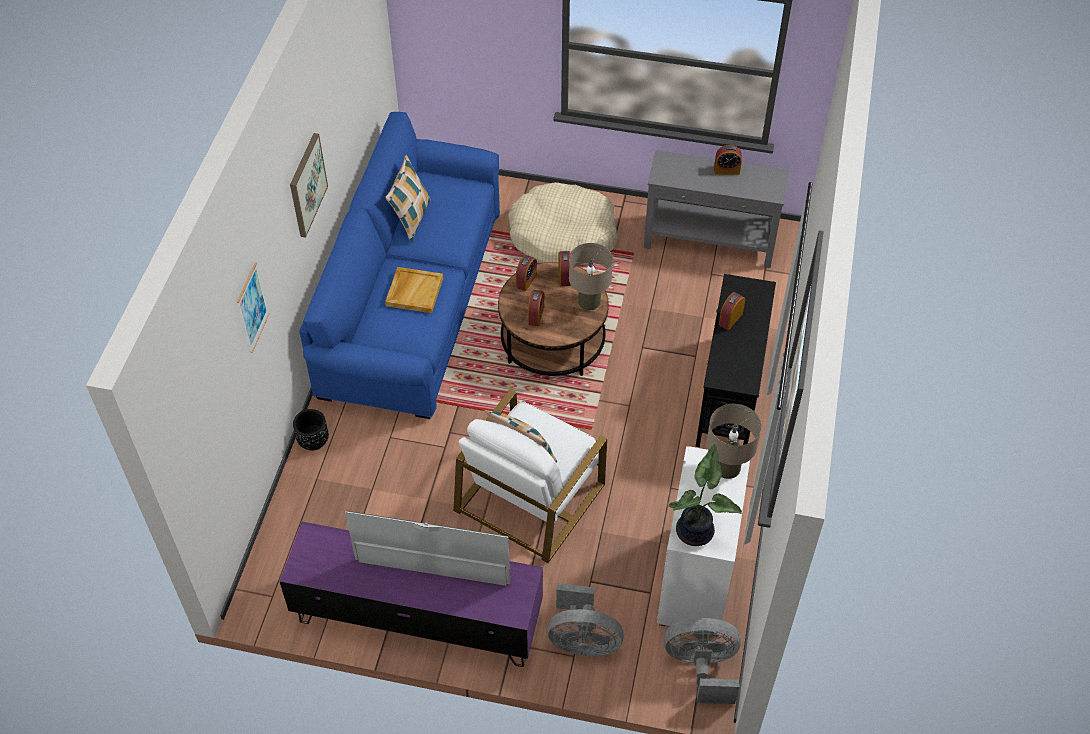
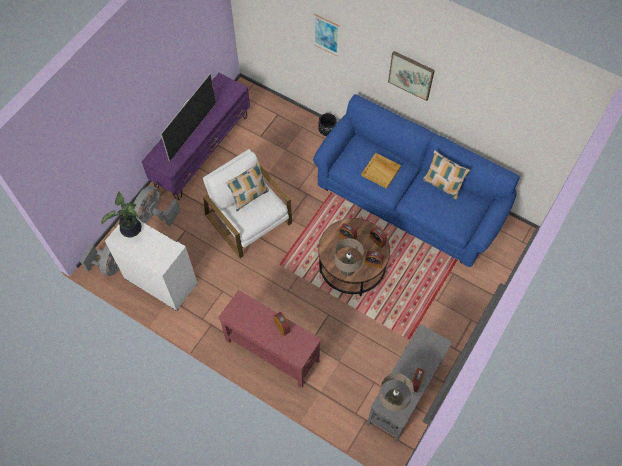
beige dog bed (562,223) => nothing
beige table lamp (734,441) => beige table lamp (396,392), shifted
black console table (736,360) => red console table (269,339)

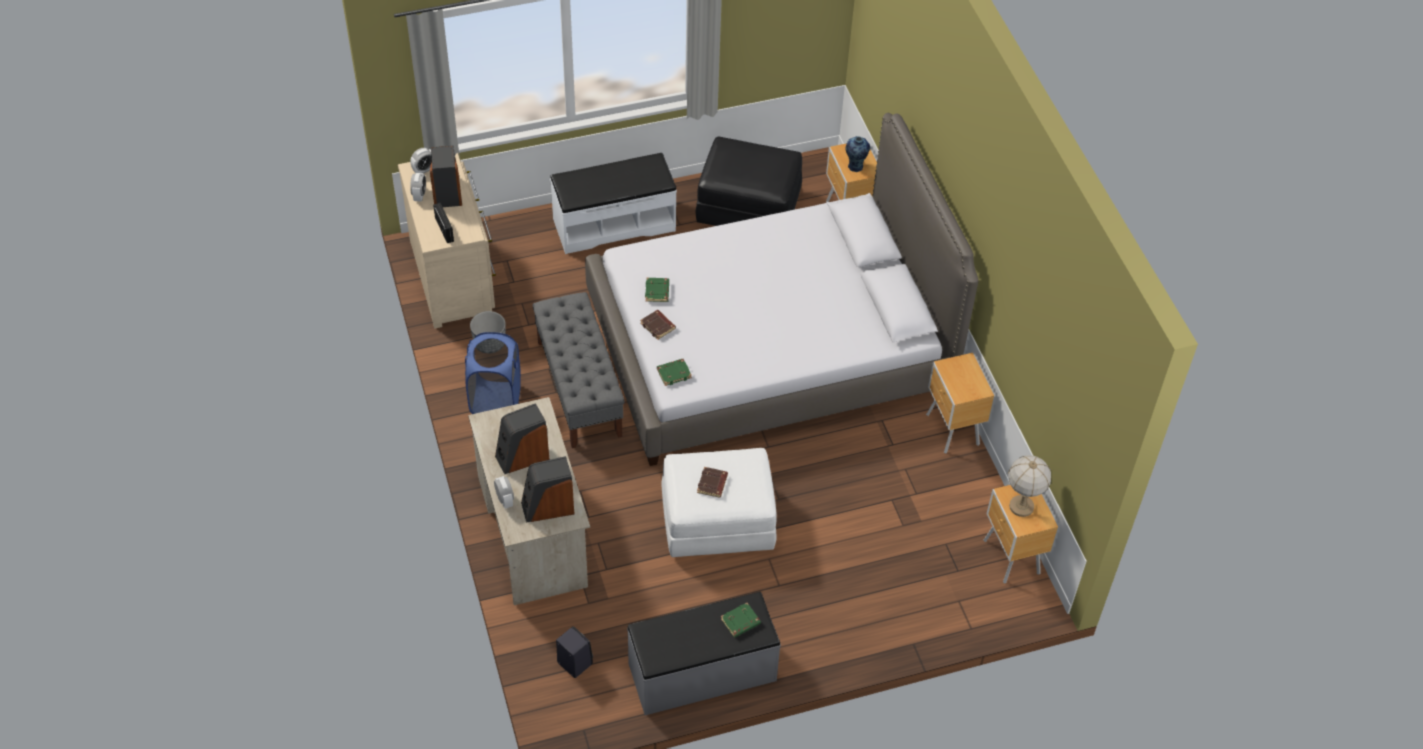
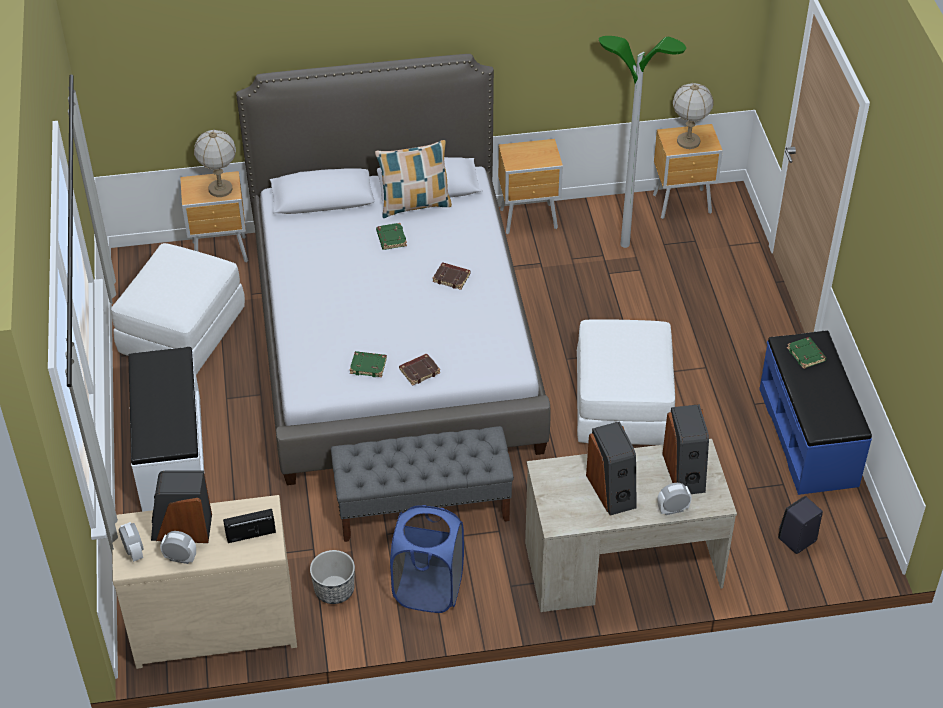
nothing => pillow (413,179)
nothing => floor lamp (642,142)
green book (674,372) => green book (391,236), shifted
brown book (712,482) => brown book (451,276), shifted
vase (857,154) => table lamp (215,163)
grey bench (704,653) => blue bench (815,412)
black ottoman (748,181) => white ottoman (178,309)

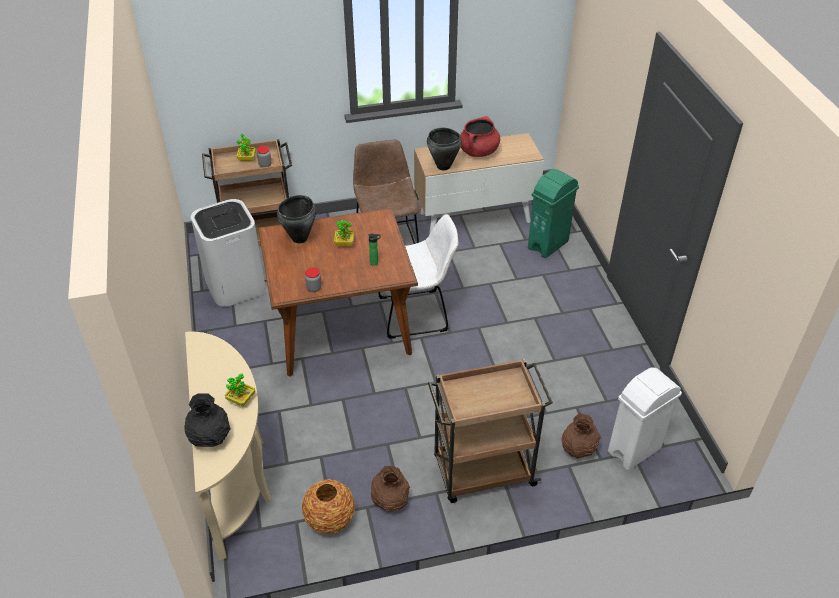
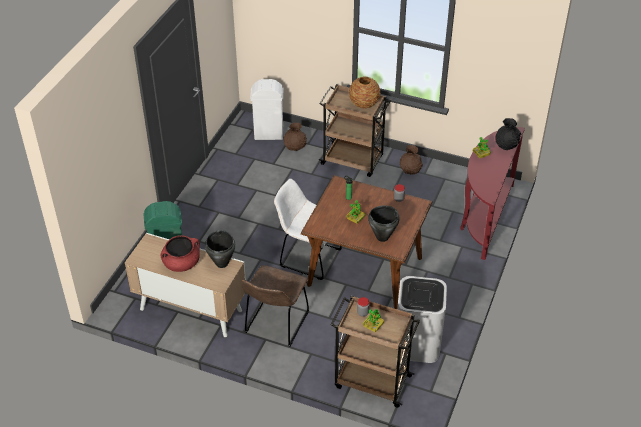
vase (328,506) => vase (364,92), shifted
beige console table (228,446) => red console table (492,193)

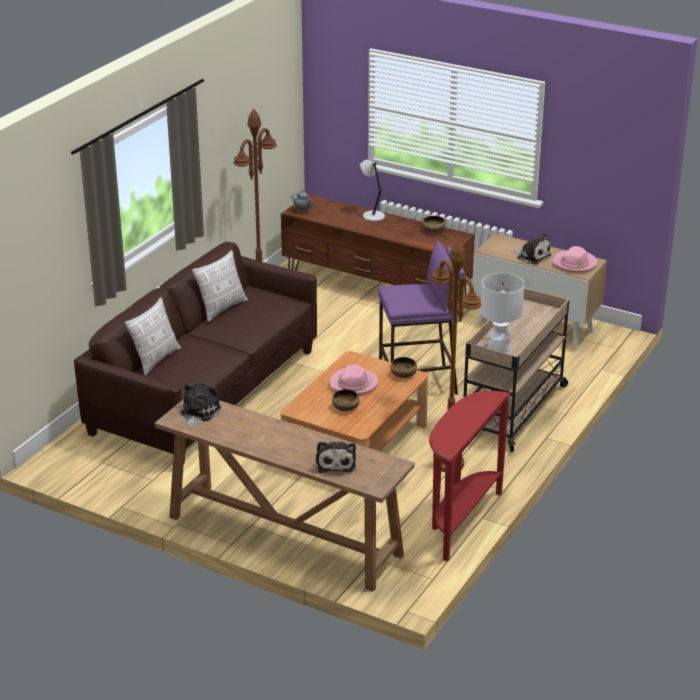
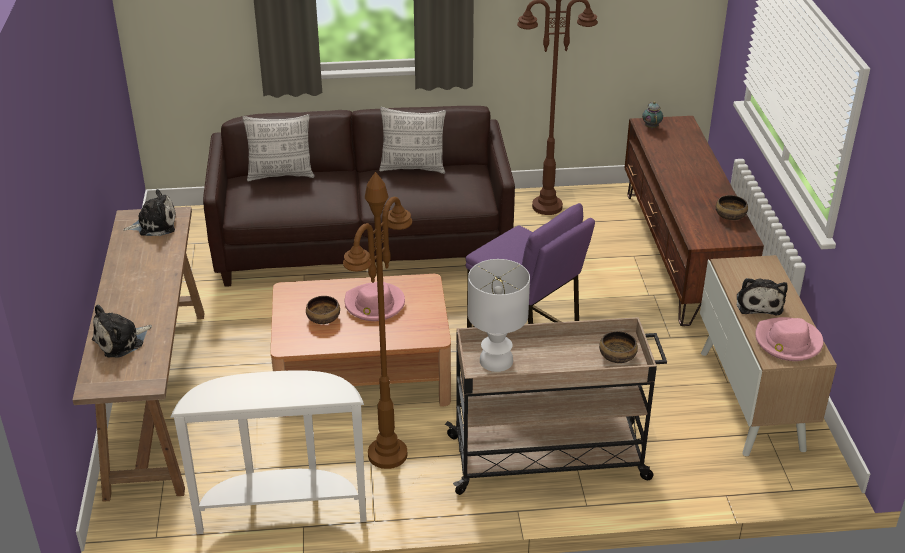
grey table lamp (373,190) => nothing
bowl (403,367) => bowl (618,347), shifted
red console table (469,476) => white console table (269,452)

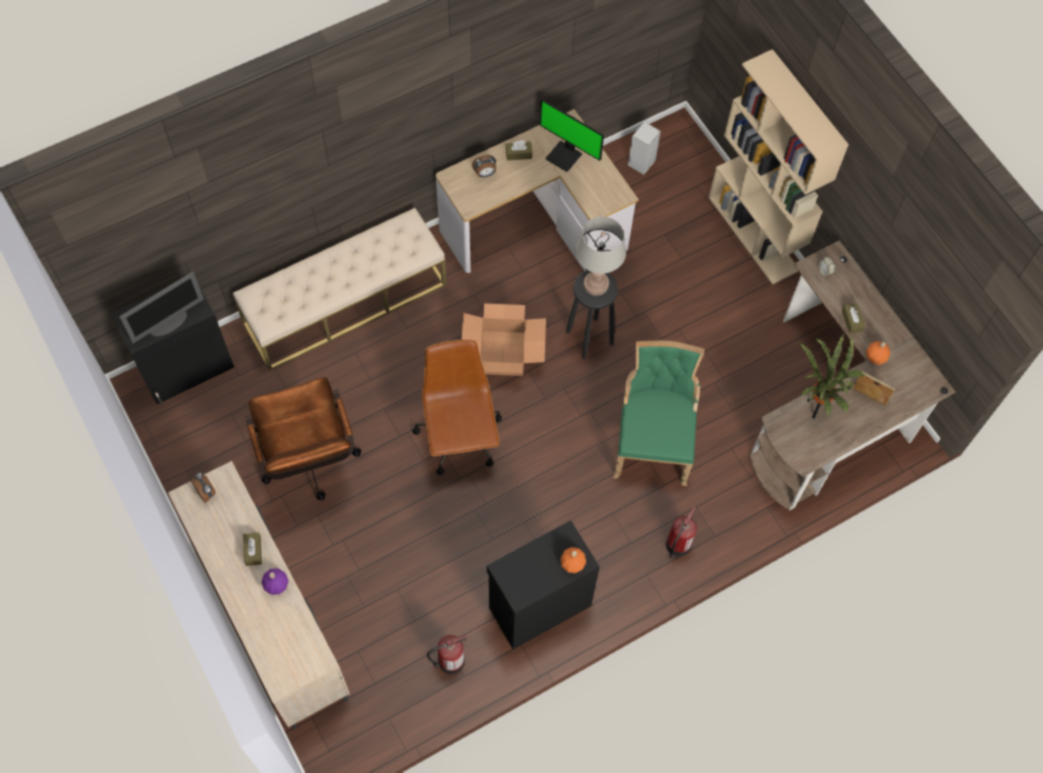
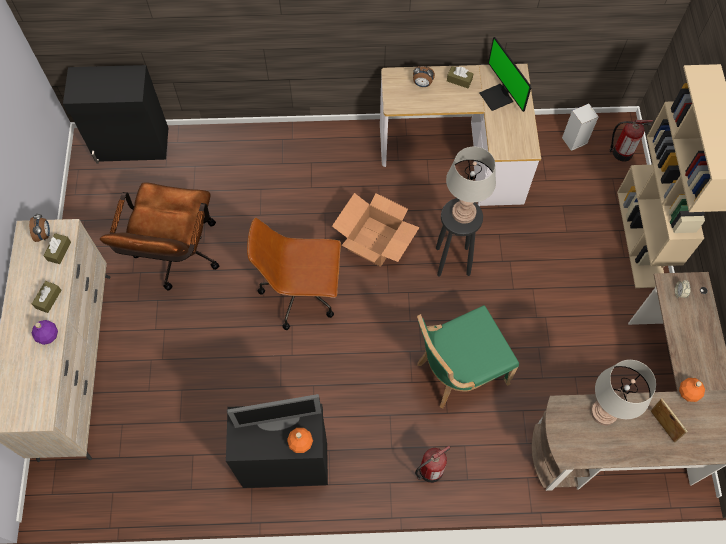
beige bench (339,289) => nothing
monitor (161,307) => monitor (274,412), shifted
fire extinguisher (447,654) => fire extinguisher (631,141), shifted
brown tissue box (853,318) => brown tissue box (57,248), shifted
potted plant (832,376) => grey table lamp (623,393)
brown office chair (457,407) => brown office chair (294,274), 105 degrees counterclockwise
green chair (658,413) => green chair (468,356), 150 degrees counterclockwise

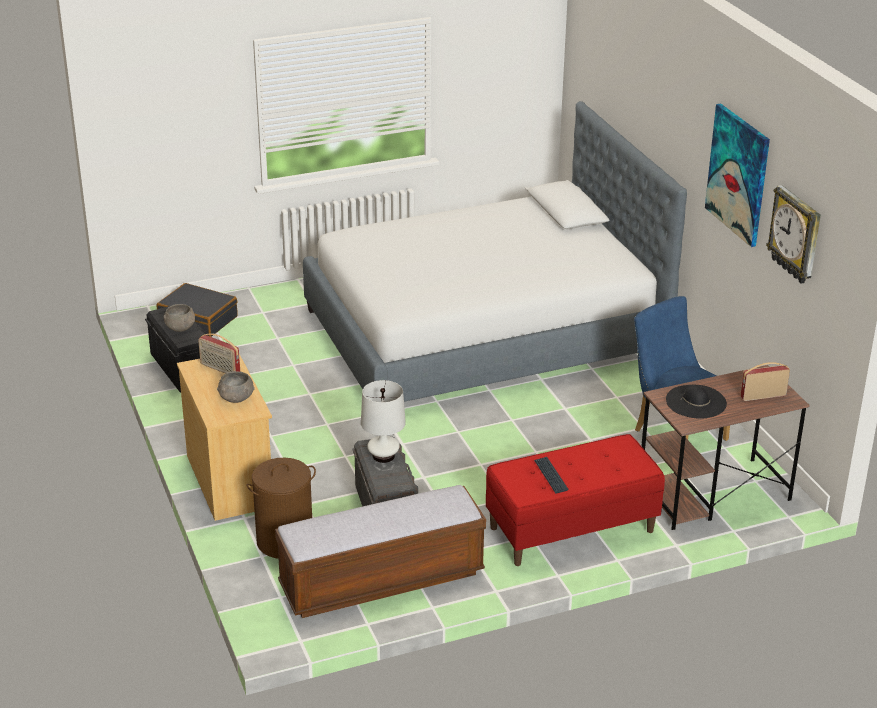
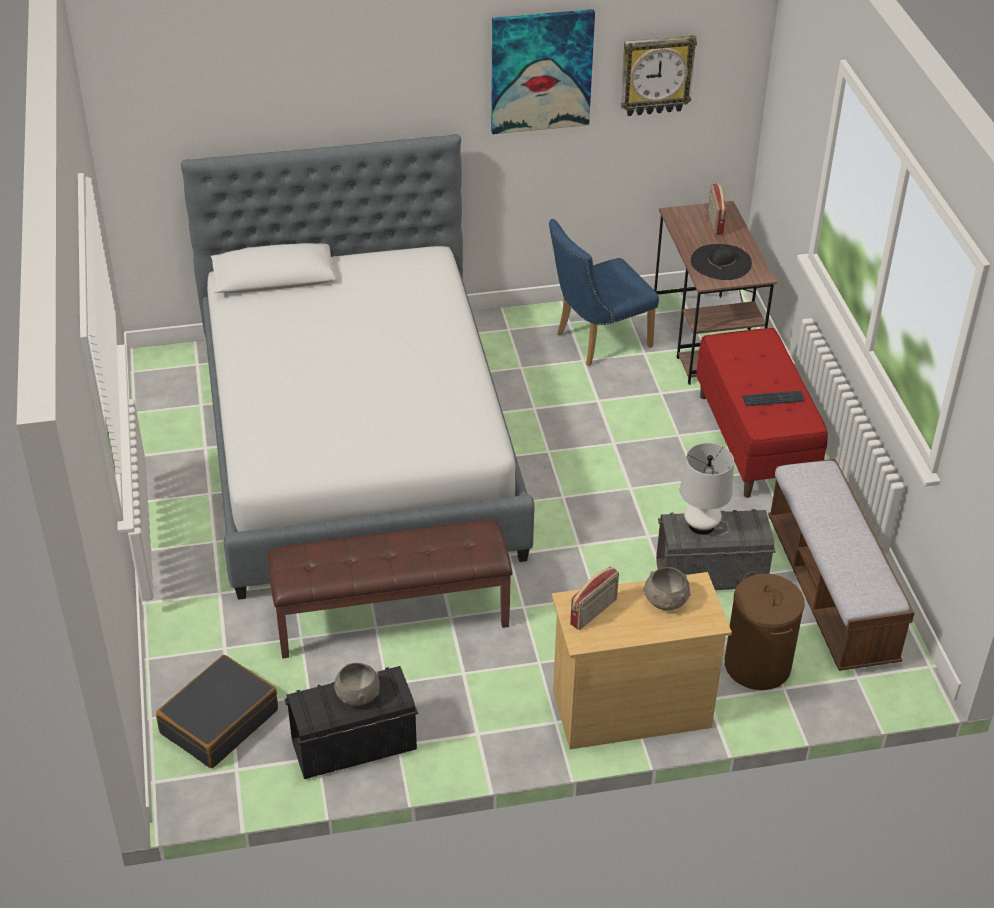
nothing => brown bench (390,589)

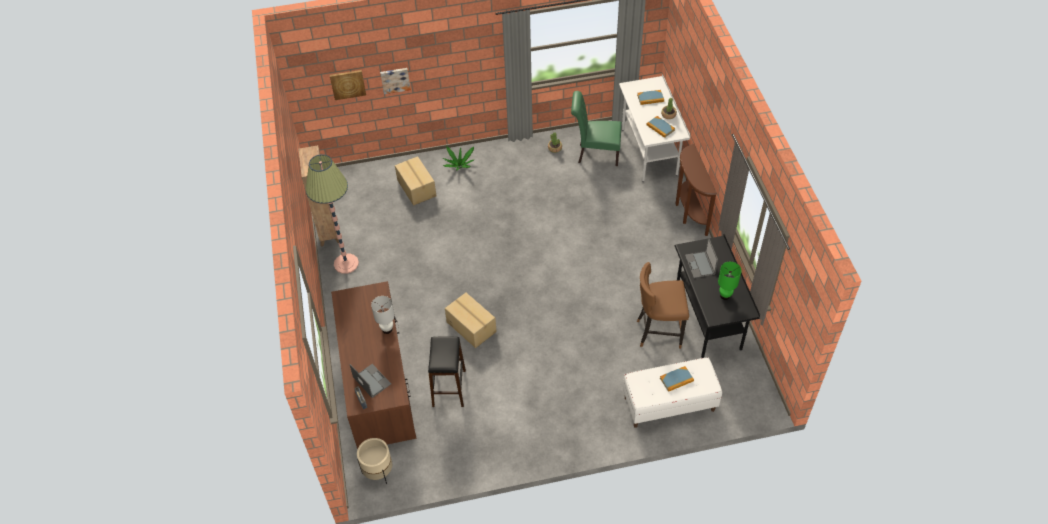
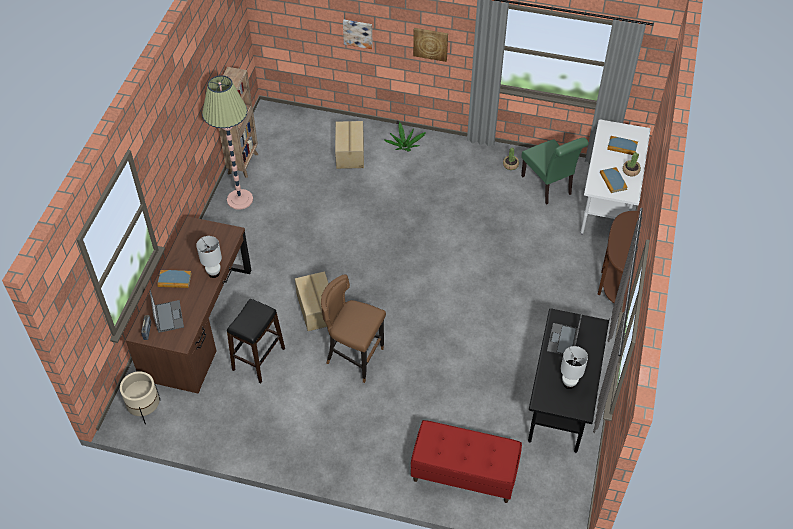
picture (348,85) => picture (430,45), shifted
brown stool (663,305) => brown stool (353,329), shifted
book (677,379) => book (174,279), shifted
white bench (672,392) => red bench (466,461)
green table lamp (730,281) => white table lamp (574,367)
green chair (596,128) => green chair (555,171), 150 degrees counterclockwise

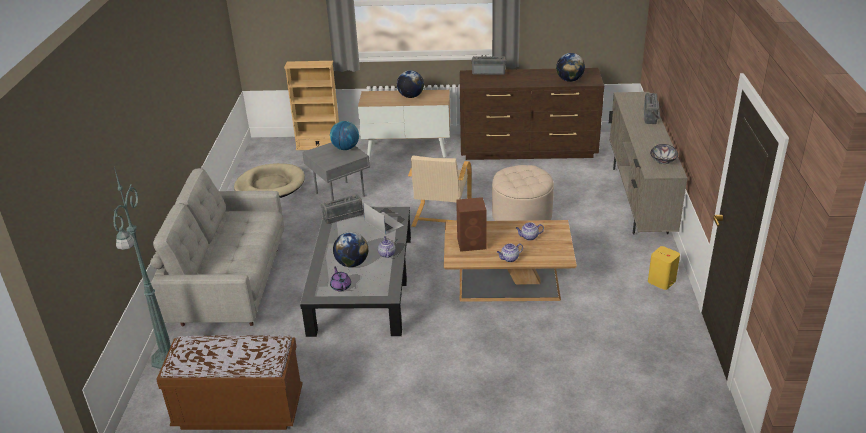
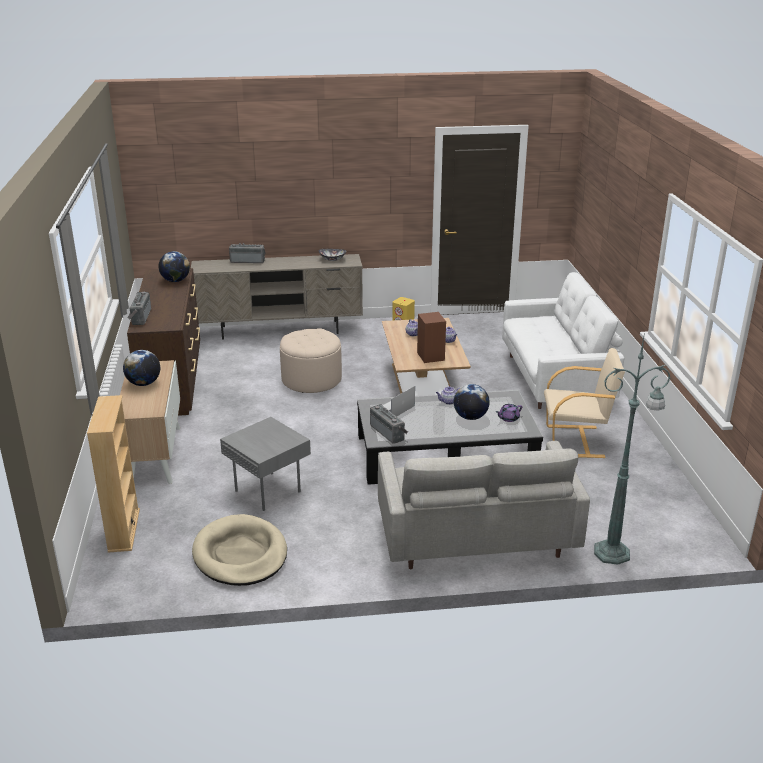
brown bench (229,383) => nothing
globe (344,135) => nothing
nothing => white sofa (563,340)
beige armchair (440,191) => beige armchair (584,403), shifted

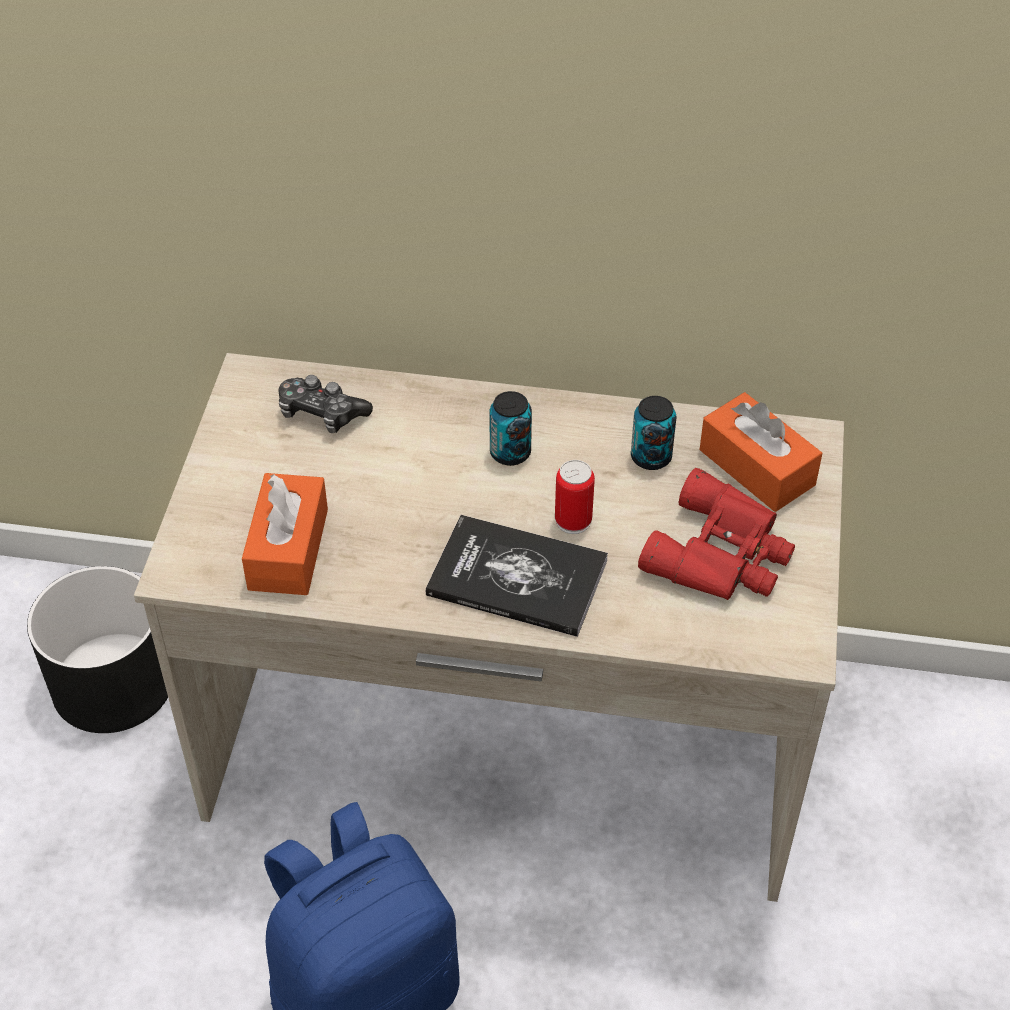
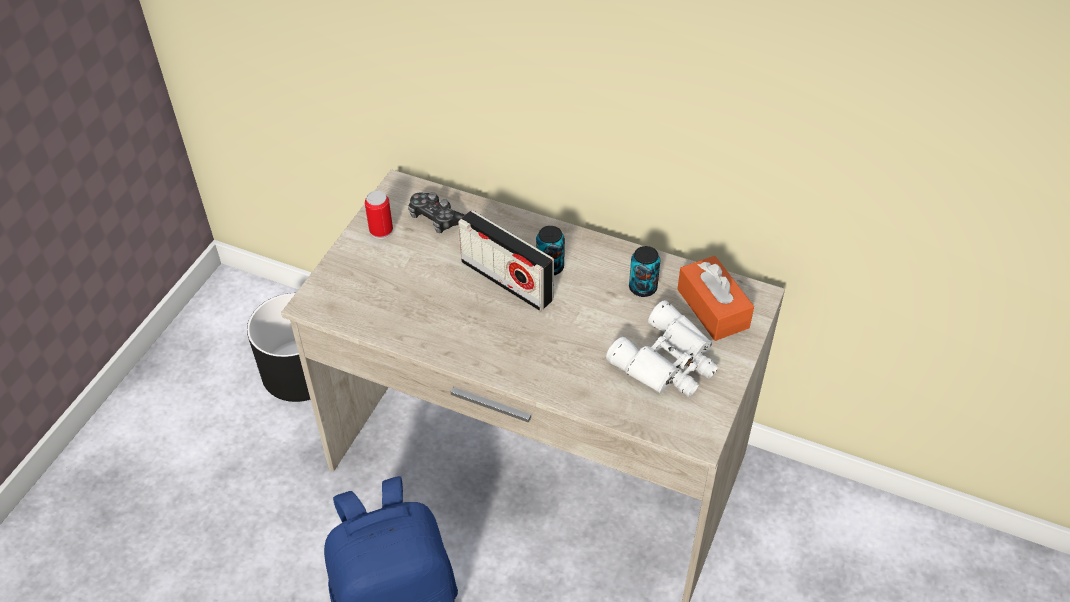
orange tissue box (285,534) => nothing
book (517,576) => nothing
nothing => radio (506,260)
can (575,497) => can (379,215), shifted
red binoculars (716,534) => white binoculars (662,348)

